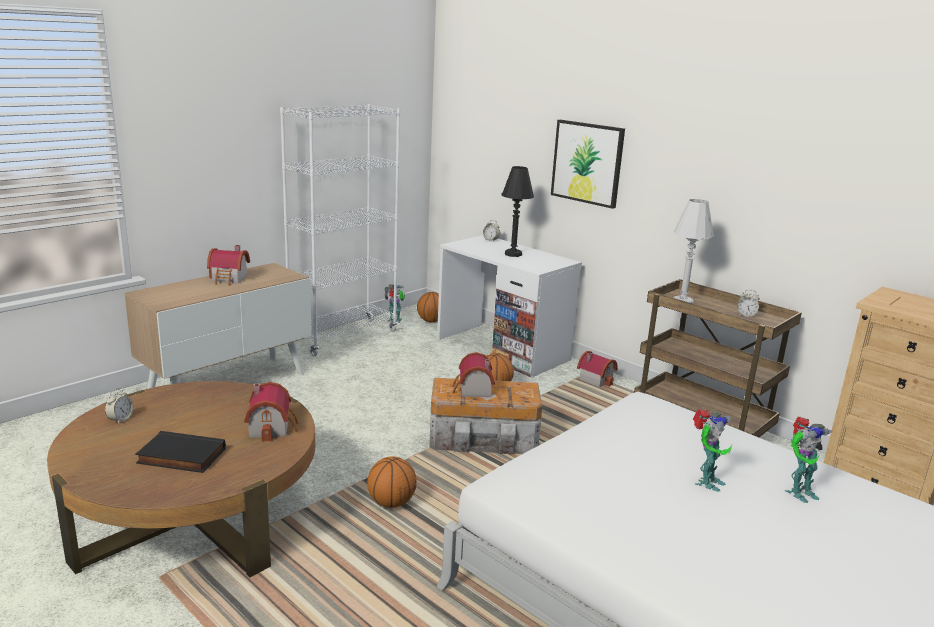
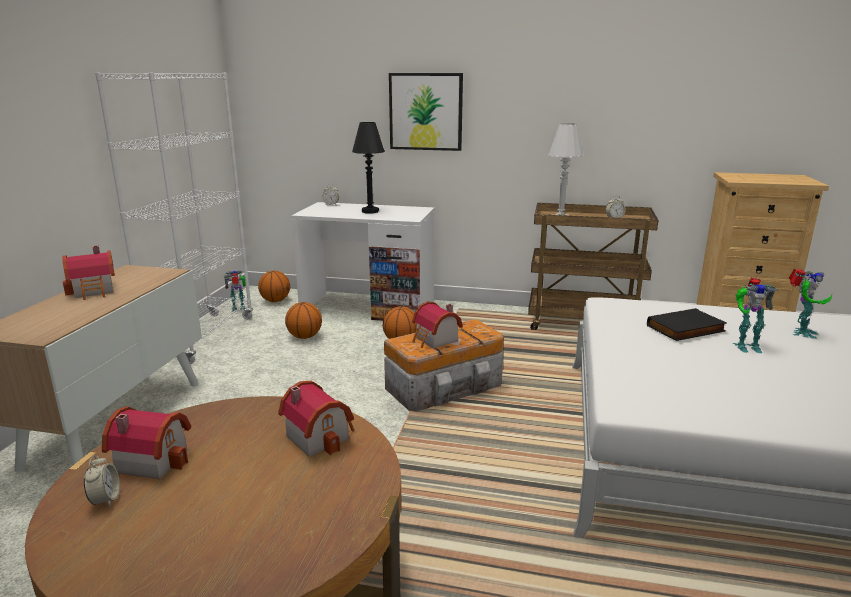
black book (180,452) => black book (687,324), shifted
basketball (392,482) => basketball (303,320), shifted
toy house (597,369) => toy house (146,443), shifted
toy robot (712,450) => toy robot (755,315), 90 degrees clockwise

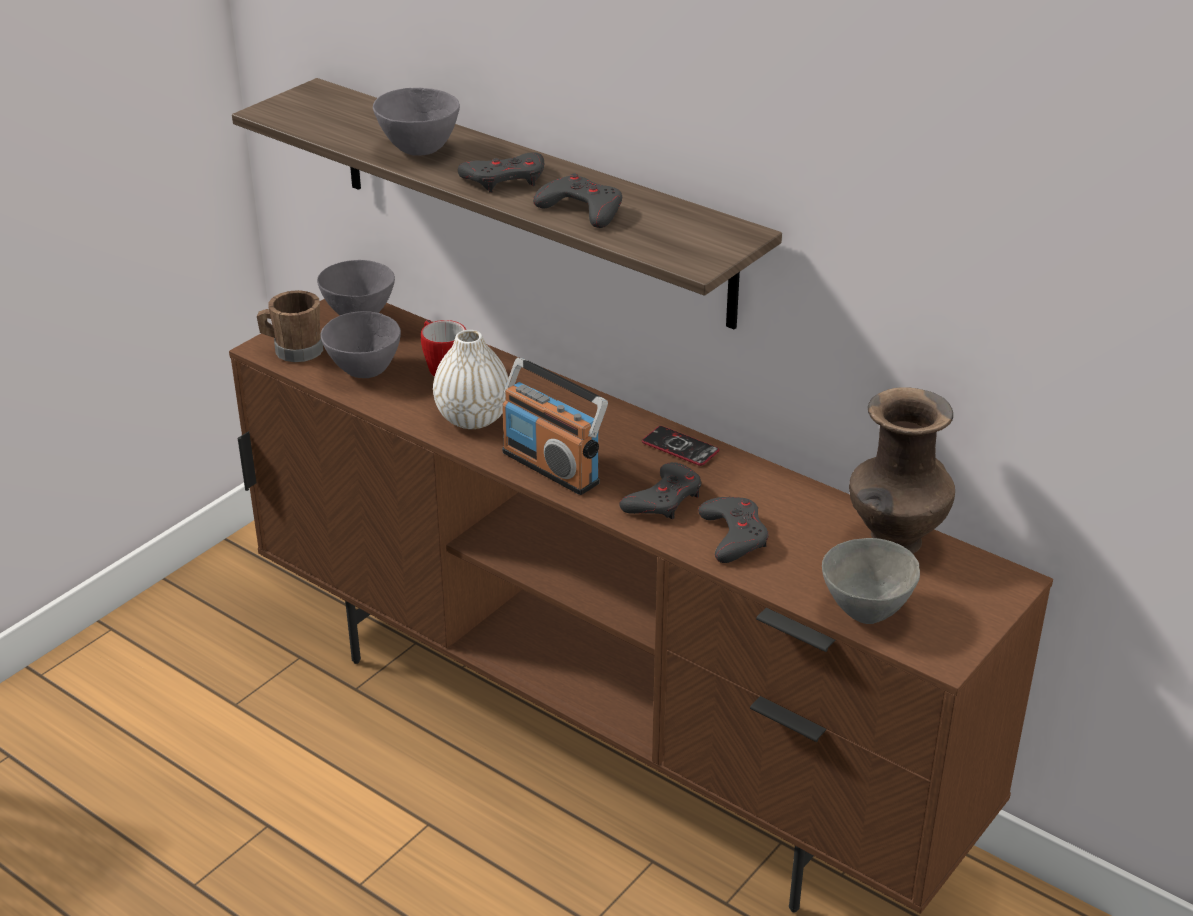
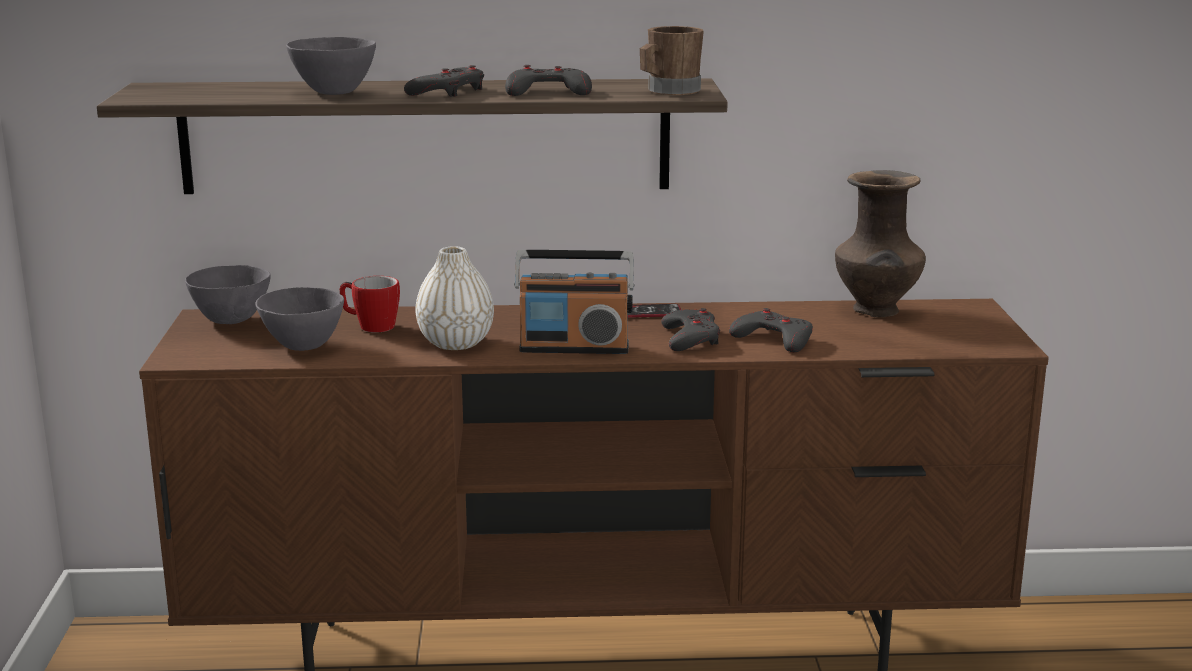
grey bowl (871,581) => nothing
brown mug (290,326) => brown mug (672,60), shifted

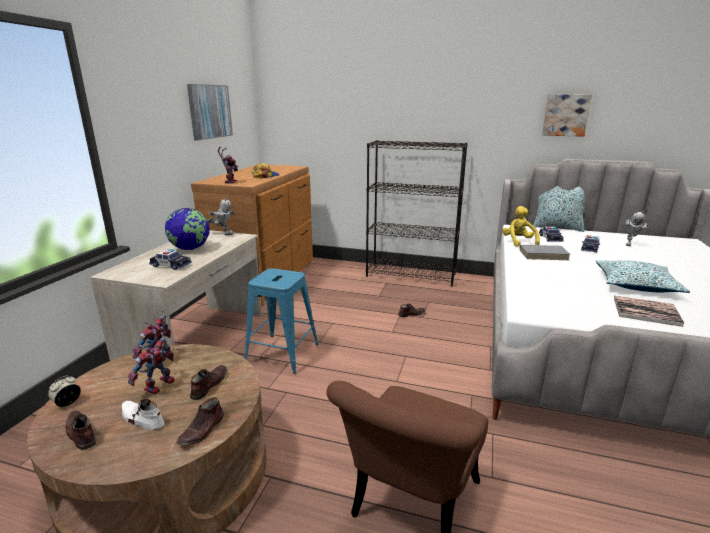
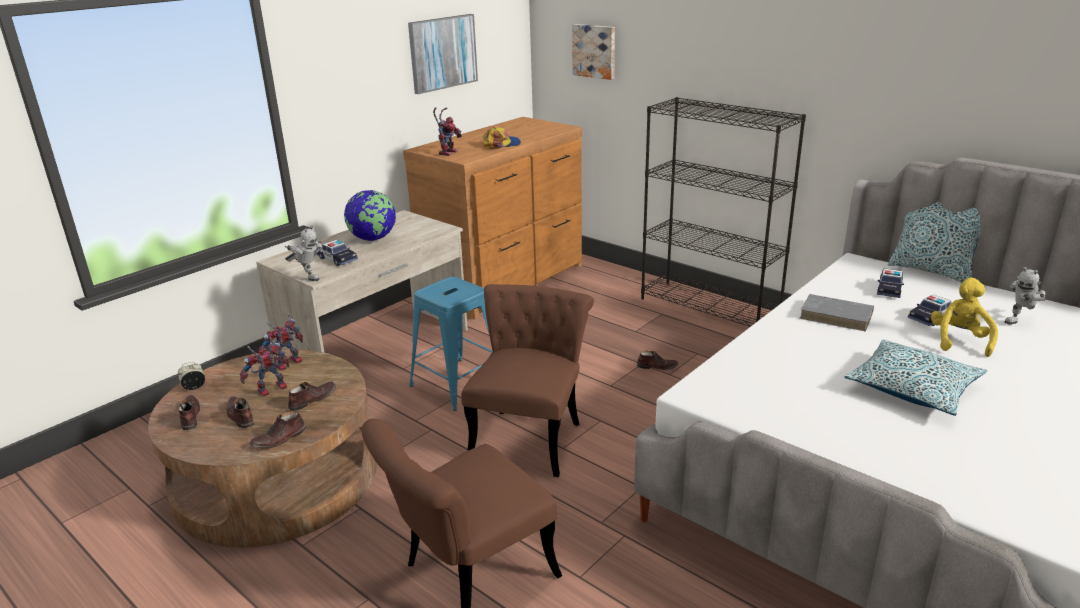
book (649,311) => nothing
nothing => brown chair (527,380)
toy robot (221,216) => toy robot (303,253), shifted
yellow plush toy (521,226) => yellow plush toy (964,317), shifted
picture (567,115) => picture (593,52), shifted
white shoe (142,414) => brown shoe (240,412)

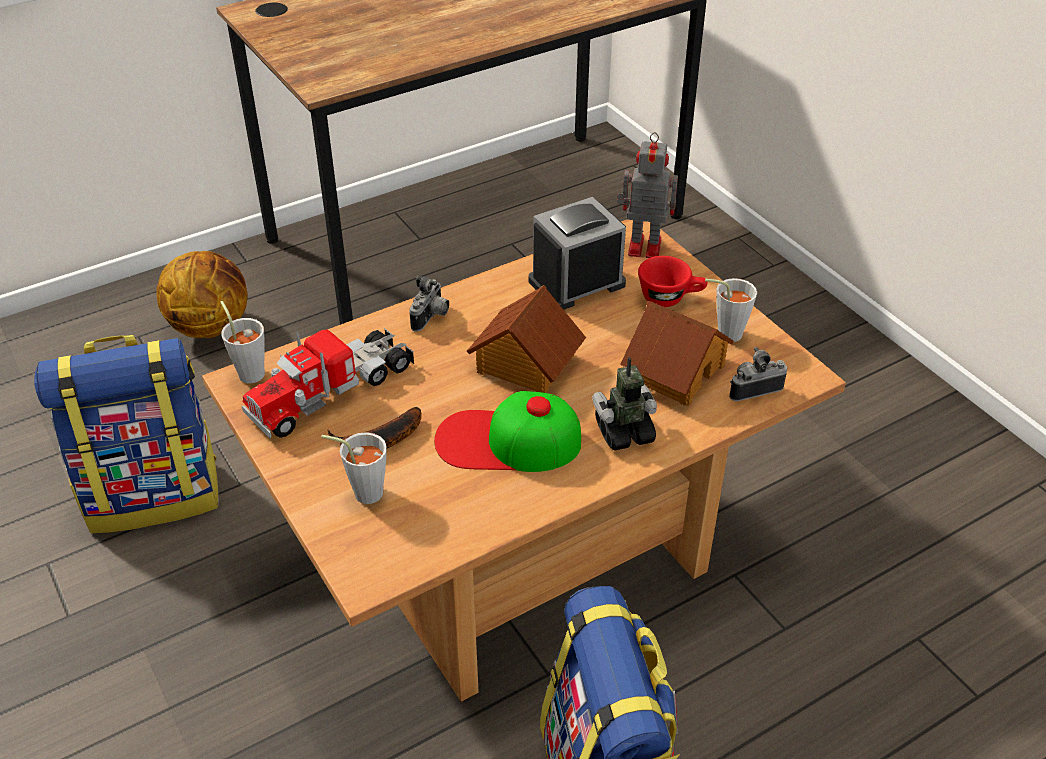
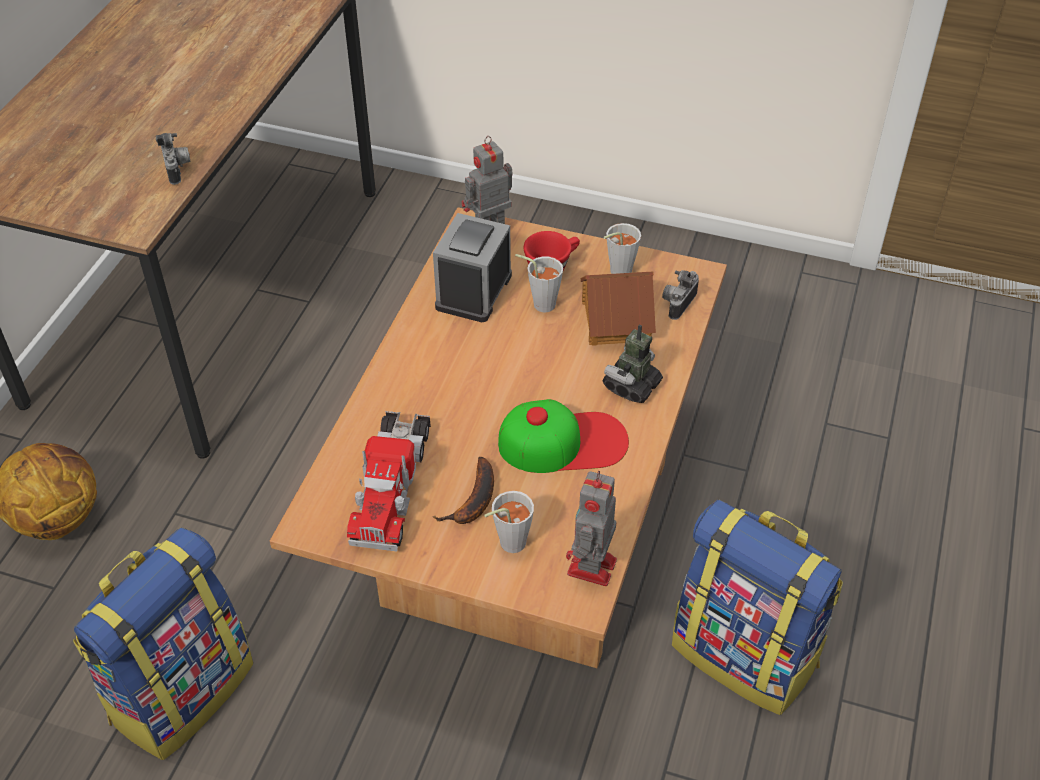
toy house (526,339) => nothing
nothing => toy robot (591,528)
grey cup (242,342) => grey cup (539,283), shifted
photo camera (429,303) => photo camera (173,159), shifted
cap (507,431) => cap (563,436), 150 degrees counterclockwise

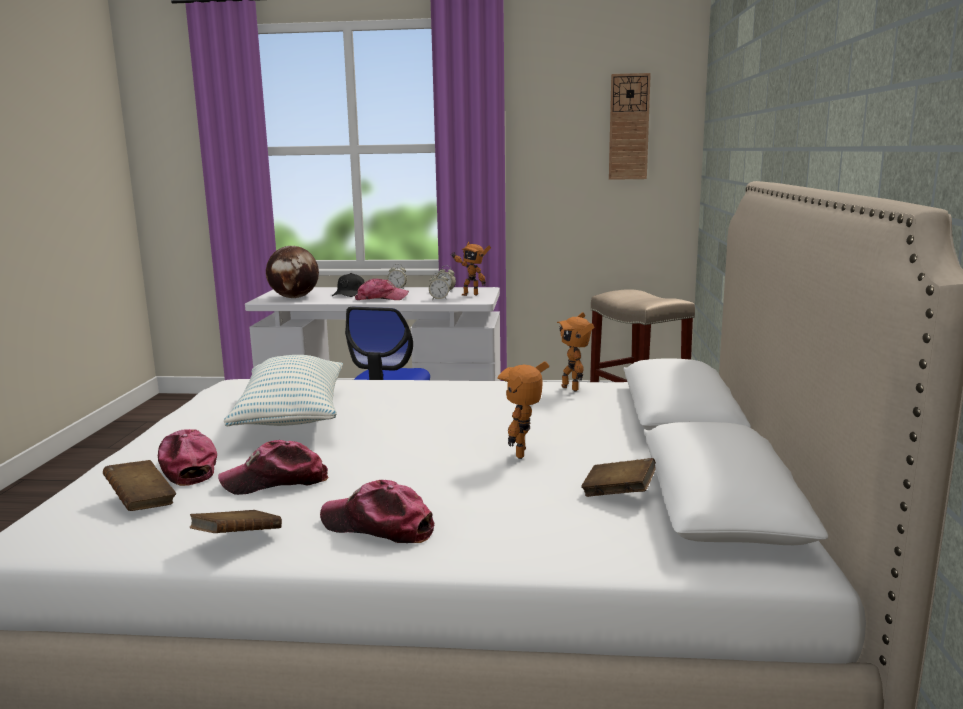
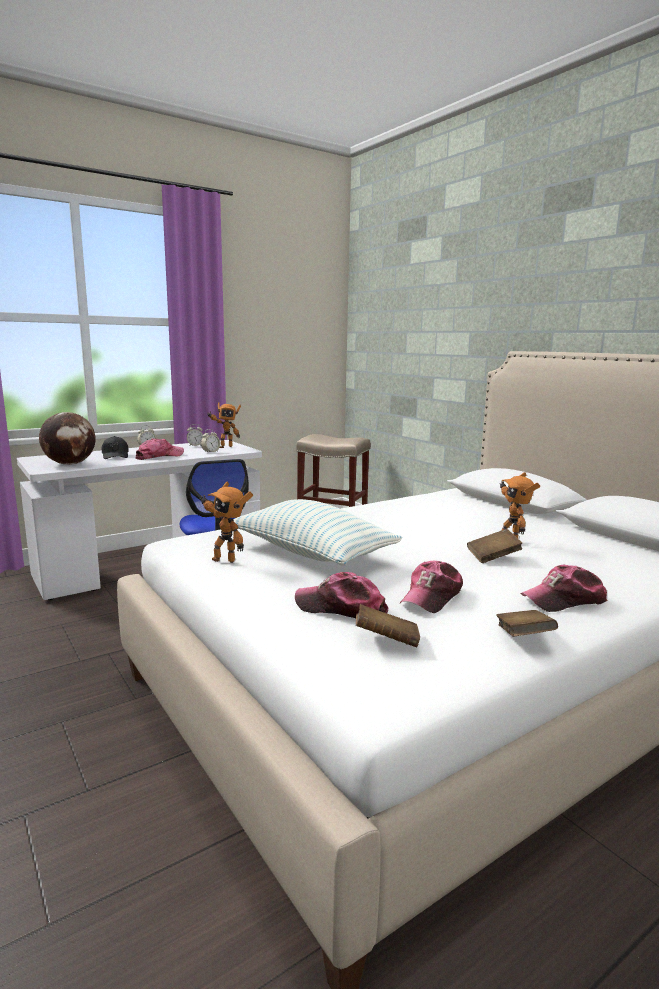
wall clock (630,126) => nothing
toy robot (576,352) => toy robot (226,522), shifted
brown book (618,477) => brown book (495,546), shifted

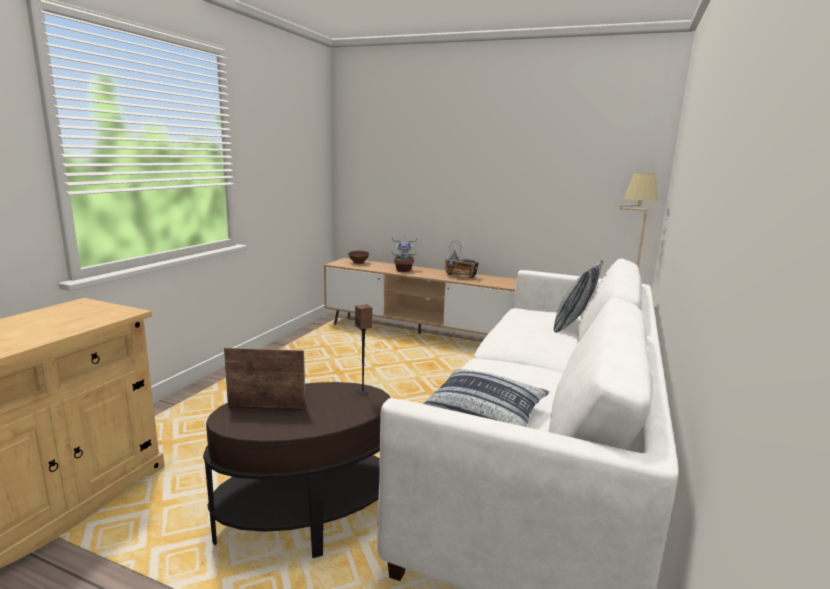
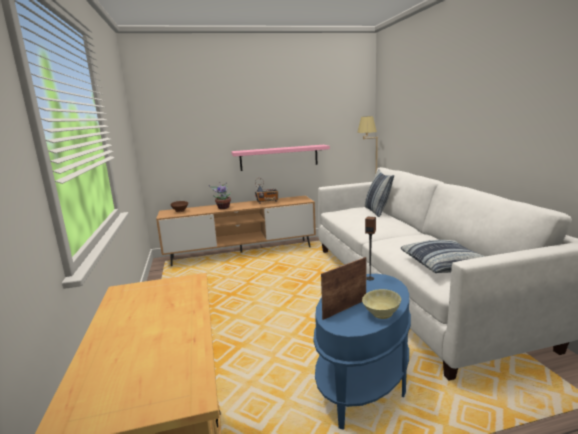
nothing => pink shelf (280,158)
nothing => beige bowl (381,304)
brown side table (296,470) => blue side table (362,352)

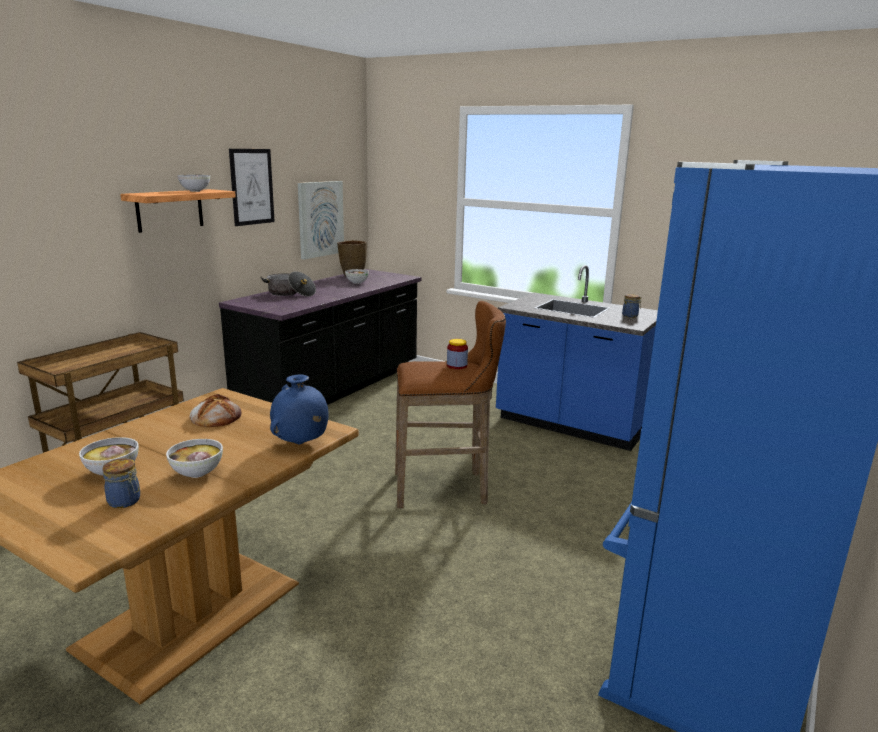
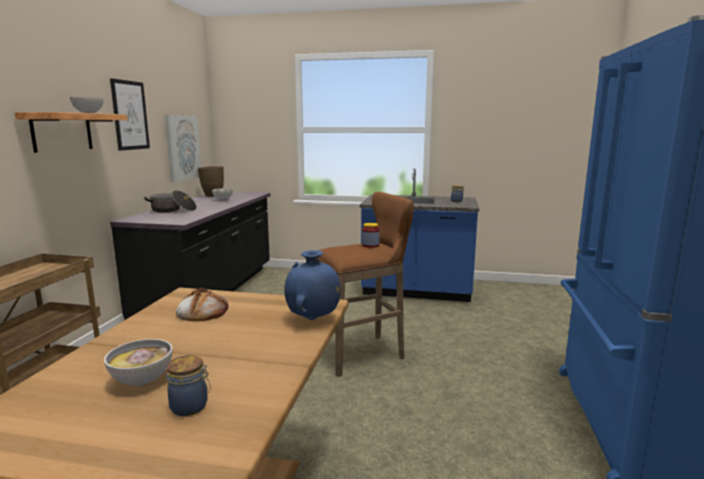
bowl (194,458) => nothing

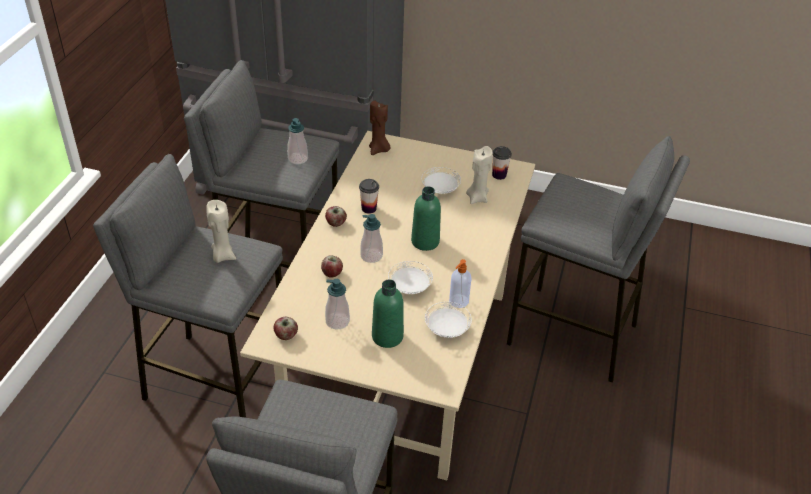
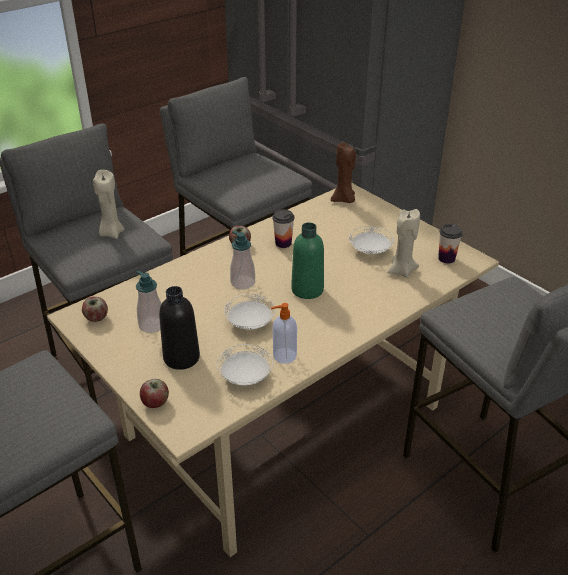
soap dispenser (297,141) => nothing
apple (332,267) => apple (154,393), shifted
green bottle (388,313) => black bottle (179,328)

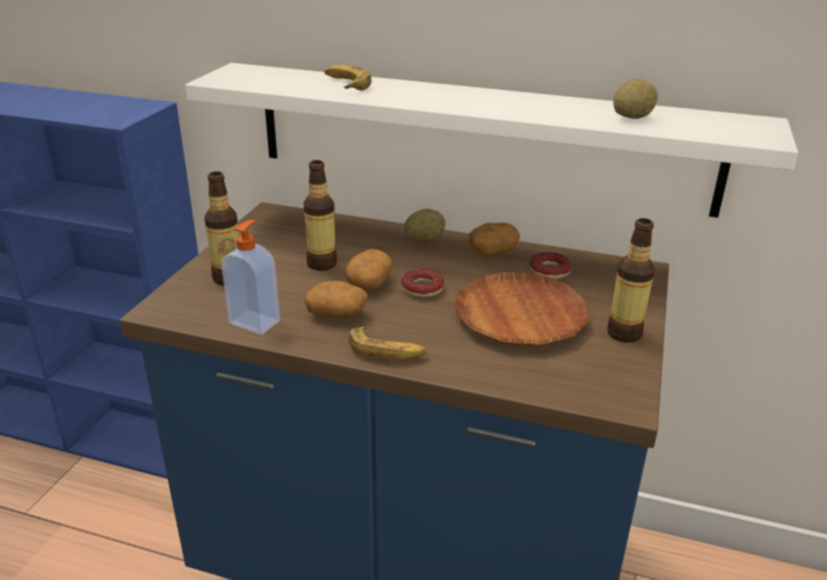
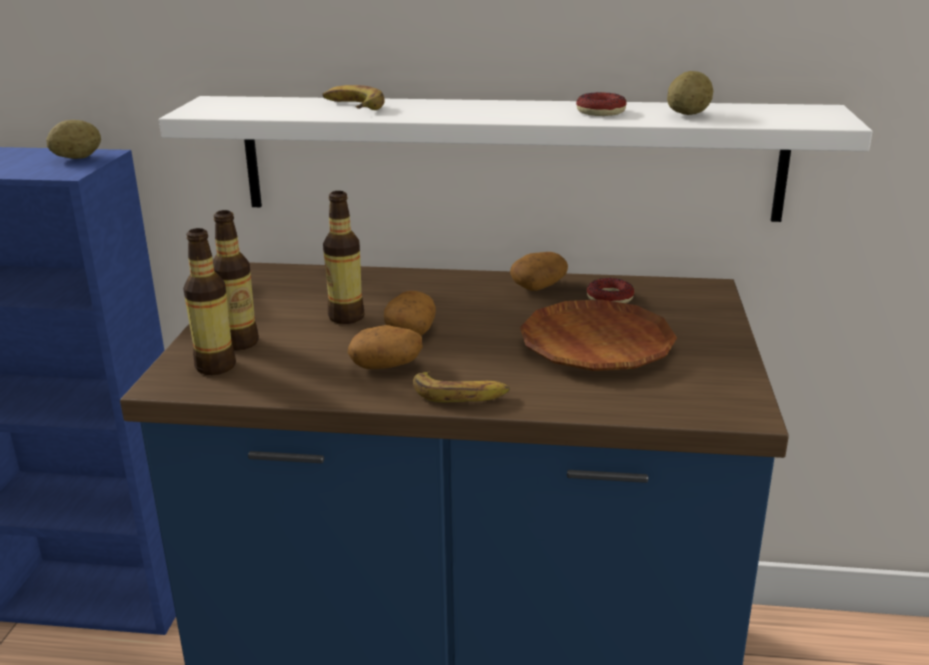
soap dispenser (250,277) => nothing
donut (422,283) => donut (601,104), shifted
potato (425,225) => potato (73,139), shifted
bottle (631,280) => bottle (209,301), shifted

